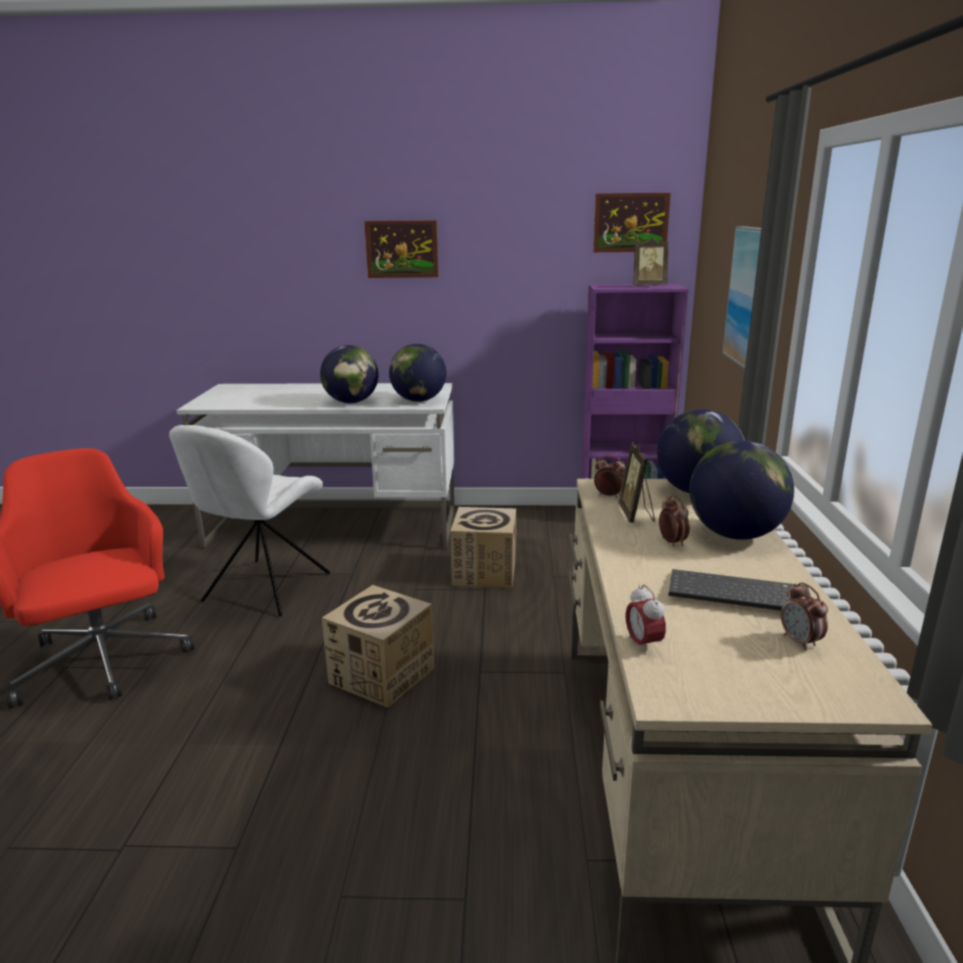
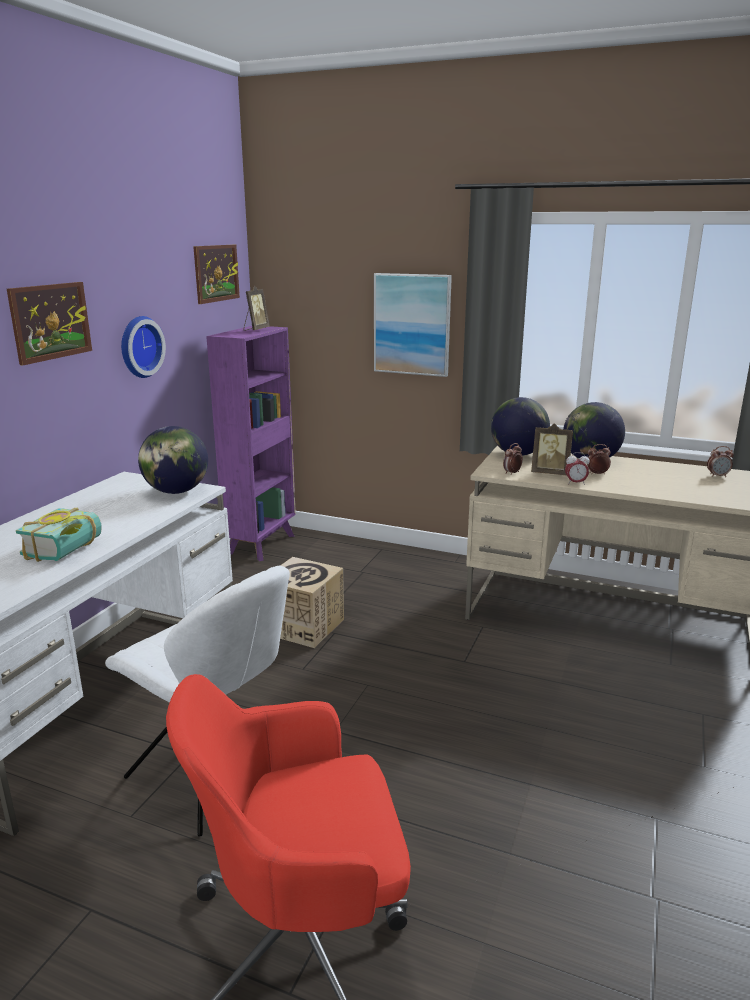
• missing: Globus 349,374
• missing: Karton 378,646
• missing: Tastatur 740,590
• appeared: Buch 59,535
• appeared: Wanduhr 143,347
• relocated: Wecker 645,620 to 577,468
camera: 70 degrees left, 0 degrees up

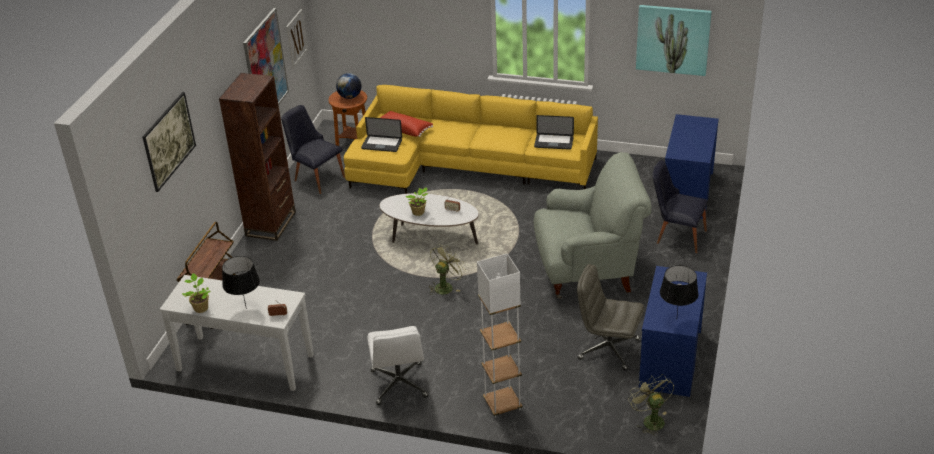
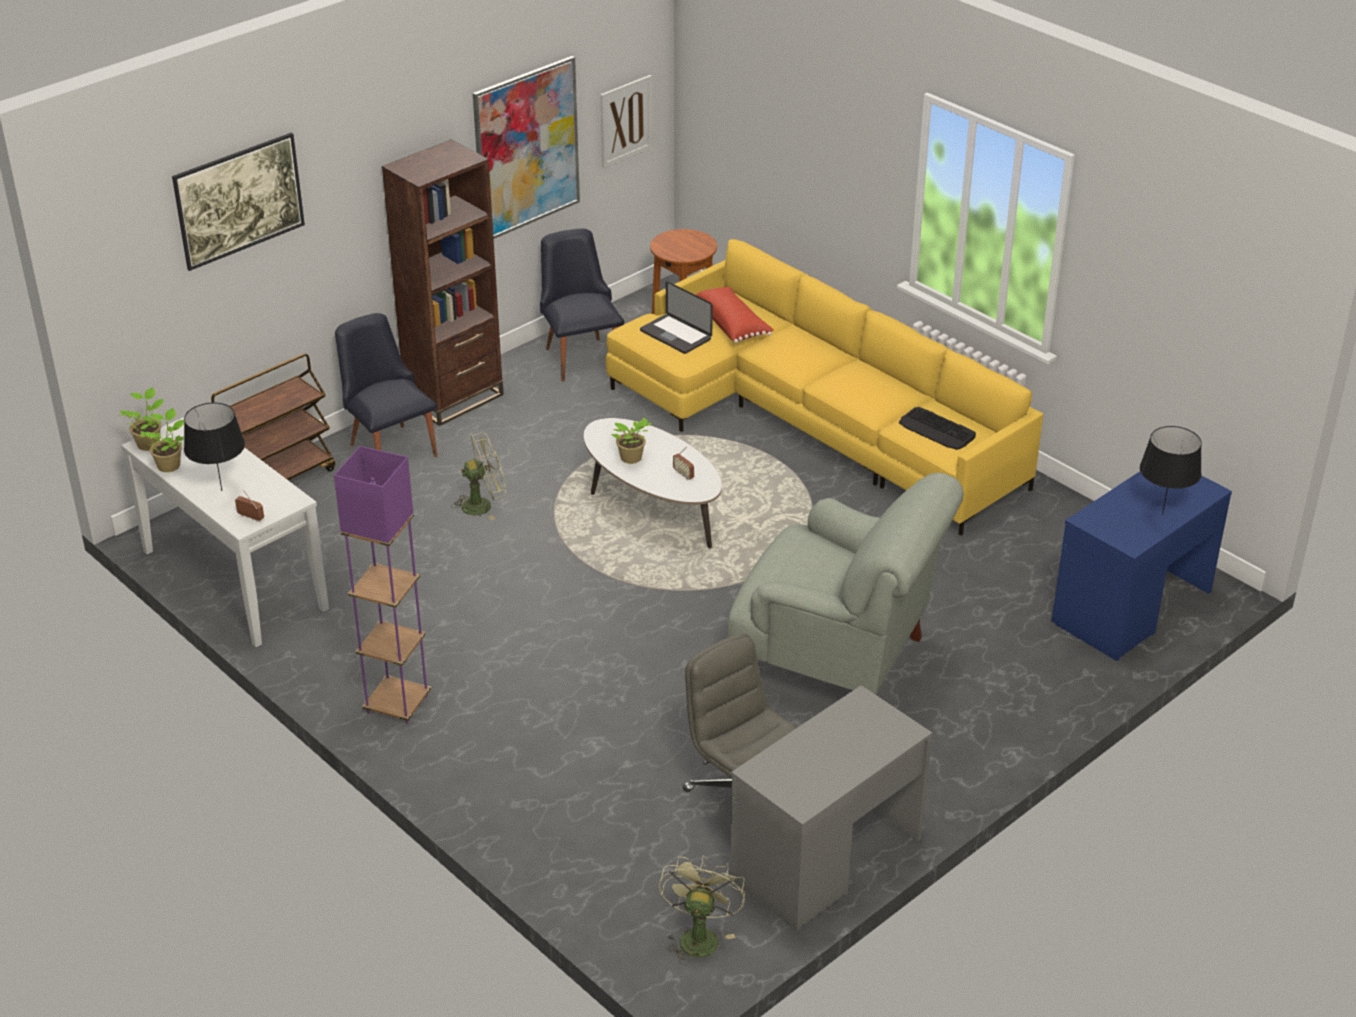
• missing: Globus 348,86
• missing: Stehlampe/weiß 500,336
• missing: Bild 674,40
• appeared: Topfpflanze 141,419
• relocated: Ventilator/grün 448,269 to 478,476
• relocated: Stuhl/schwarz 680,206 to 386,385
• relocated: Tischlampe/schwarz 679,289 to 1171,470
• exchanged: Bürostuhl/weiß 397,365 to Stehlampe/lila 382,585
• exchanged: Laptop 554,132 to Tastatur 937,428
• colour: Schreibtisch/blau 673,331 to Schreibtisch/grau 831,808
camera: 30 degrees right, 0 degrees up

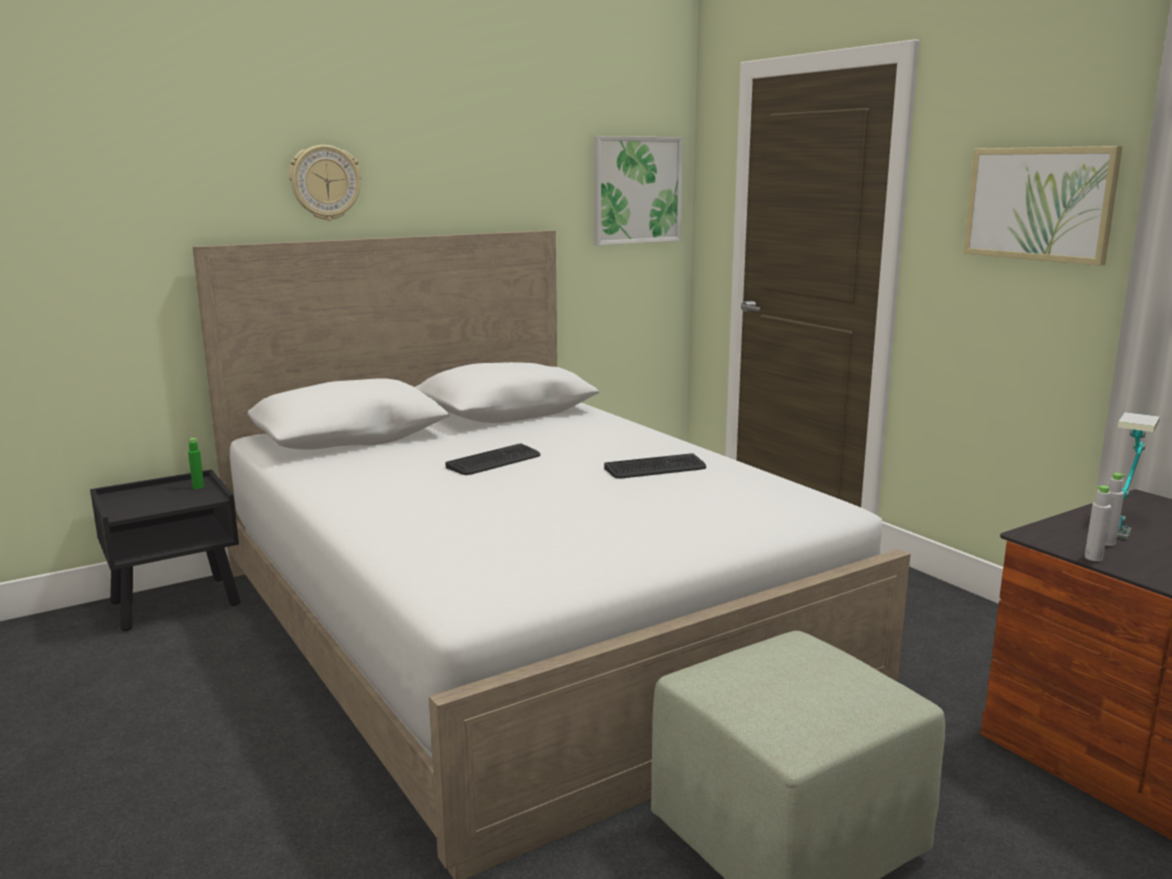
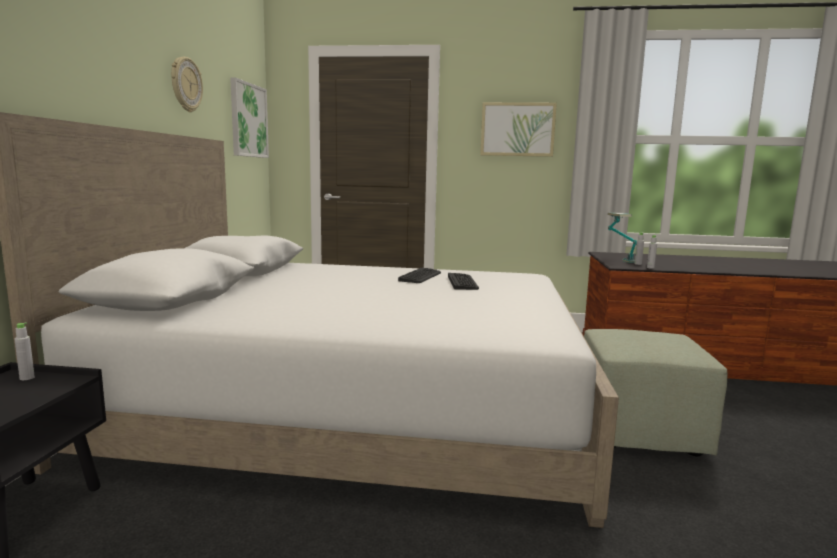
• relocated: Wanduhr 325,183 to 187,84
• relocated: Tastatur 492,459 to 463,281
• colour: Flasche/grün 196,463 to Flasche/grau 24,351
camera: 50 degrees left, 5 degrees down

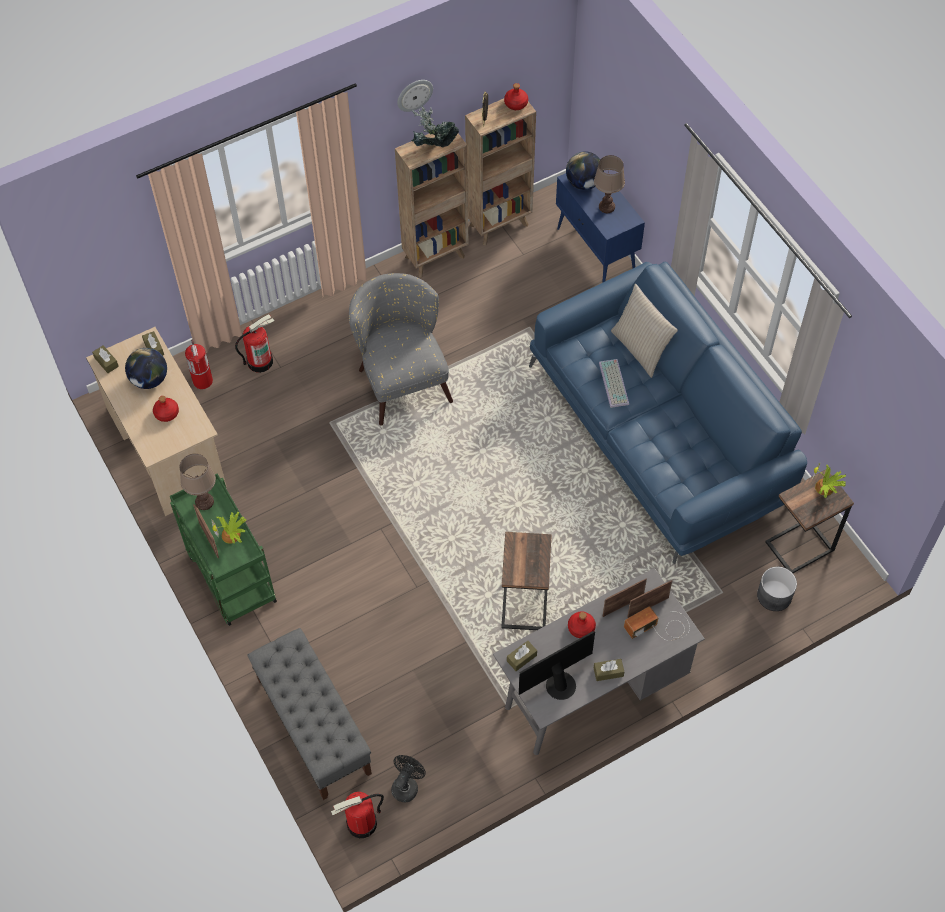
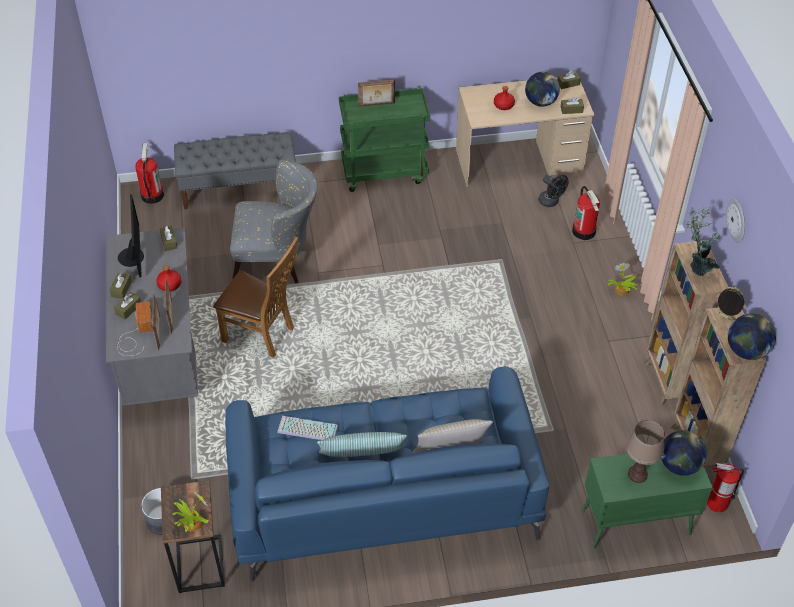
• missing: Tischlampe/braun 198,482
• appeared: Taschentuchbox/braun 127,306
• appeared: Kissen 362,444
• relocated: Feuerlöscher 199,364 to 725,488
• relocated: Topfpflanze 228,527 to 623,278
• relocated: Sessel/grau 401,349 to 274,221
• relocated: Ventilator/schwarz 408,778 to 553,191
• relocated: Tastatur 614,383 to 307,428
• exchanged: Beistelltisch 526,581 to Stuhl/braun 255,297
• exchanged: Flasche/rot 516,96 to Globus 752,337
• colour: Schrank/blau 600,227 to Schrank/grün 647,501
camera: 110 degrees right, 10 degrees down

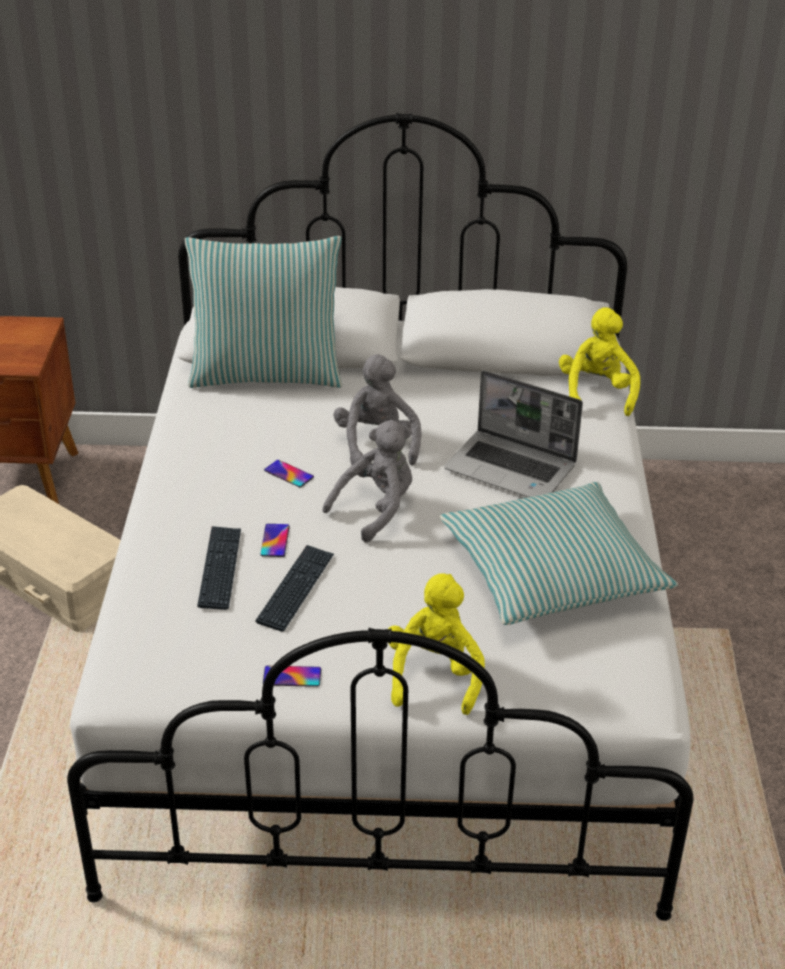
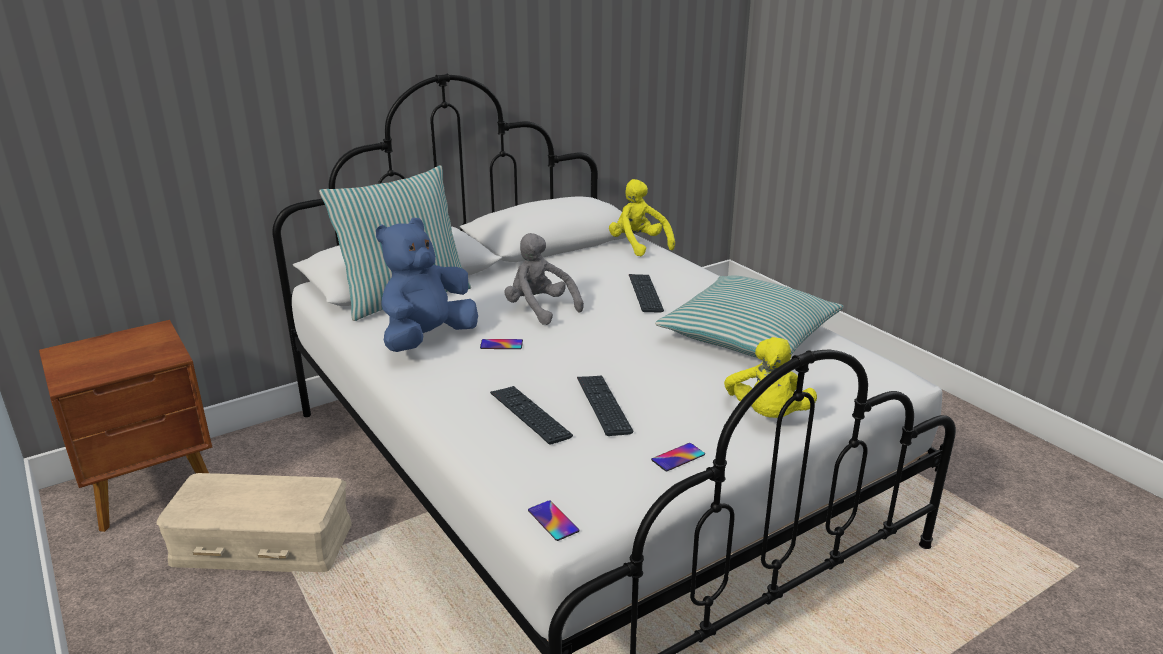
• missing: Plüschtier/grau 367,481
• appeared: Plüschtier/blau 427,285
• relocated: Handy 274,540 to 554,520
• exchanged: Laptop 513,433 to Tastatur 646,293
• spun: Plüschtier/gelb 436,644 = 770,377 150 degrees counterclockwise
camera: 35 degrees left, 10 degrees down

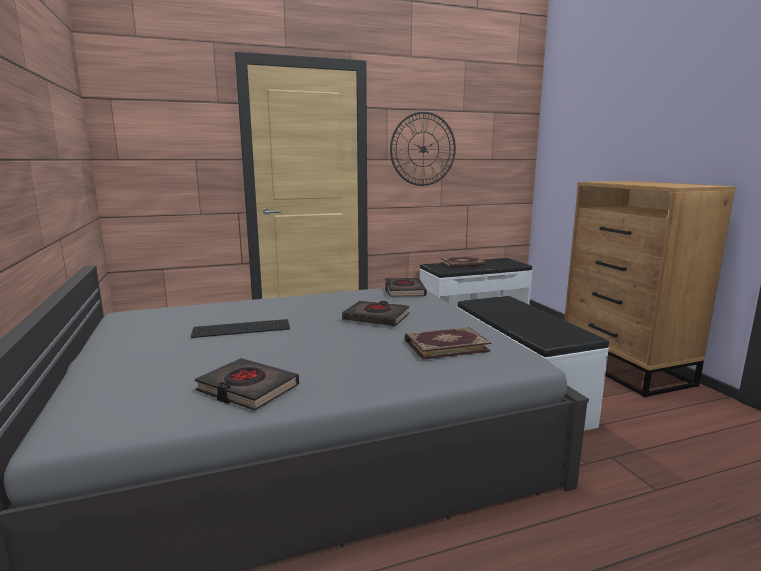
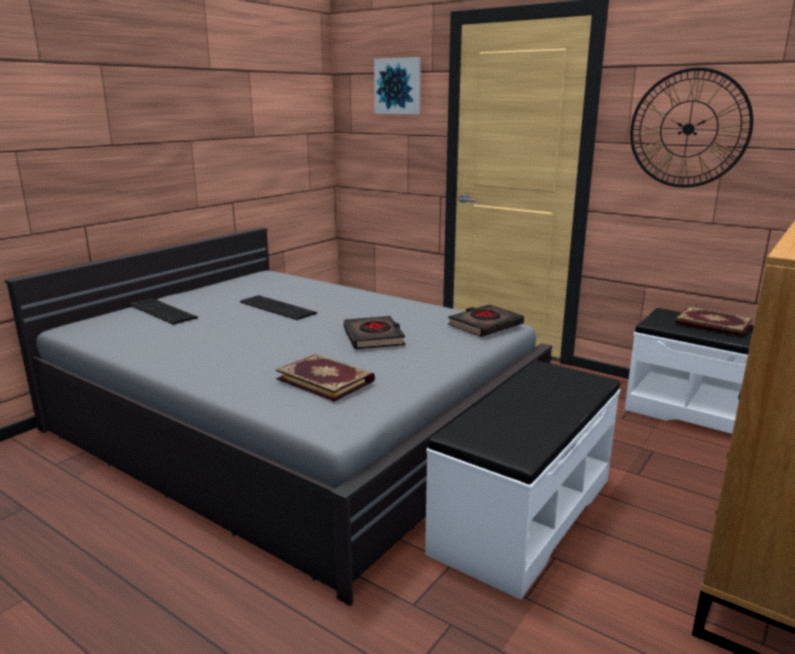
• missing: Buch/schwarz 247,384
• appeared: Tastatur 163,311
• appeared: Bild 397,85
camera: 55 degrees right, 5 degrees up

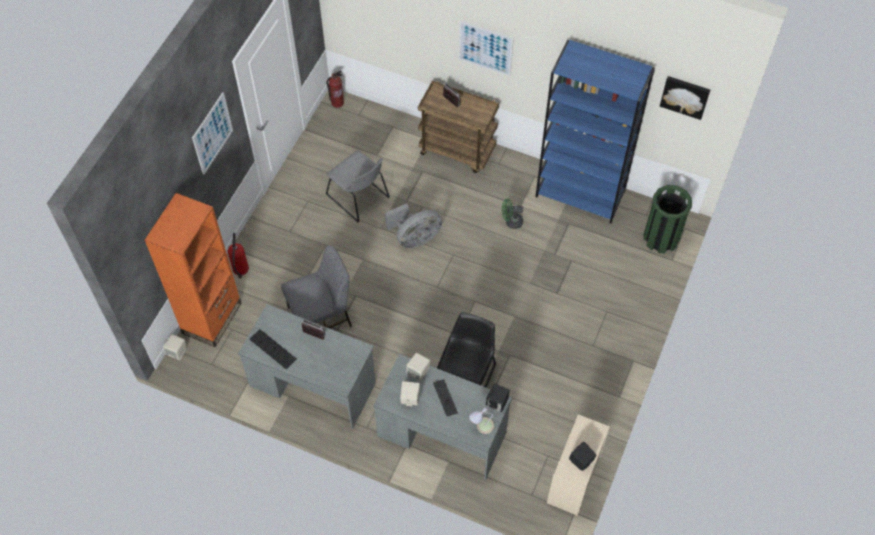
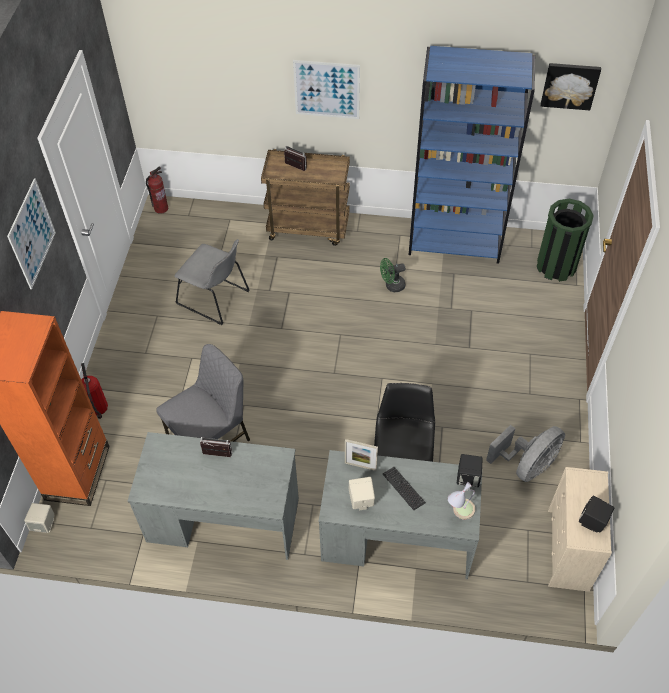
• missing: Tastatur 273,349
• relocated: Ventilator/grau 413,225 to 525,453
• exchanged: Lautsprecher/beige 418,367 to Bilderrahmen 361,455
camera: 15 degrees left, 5 degrees down

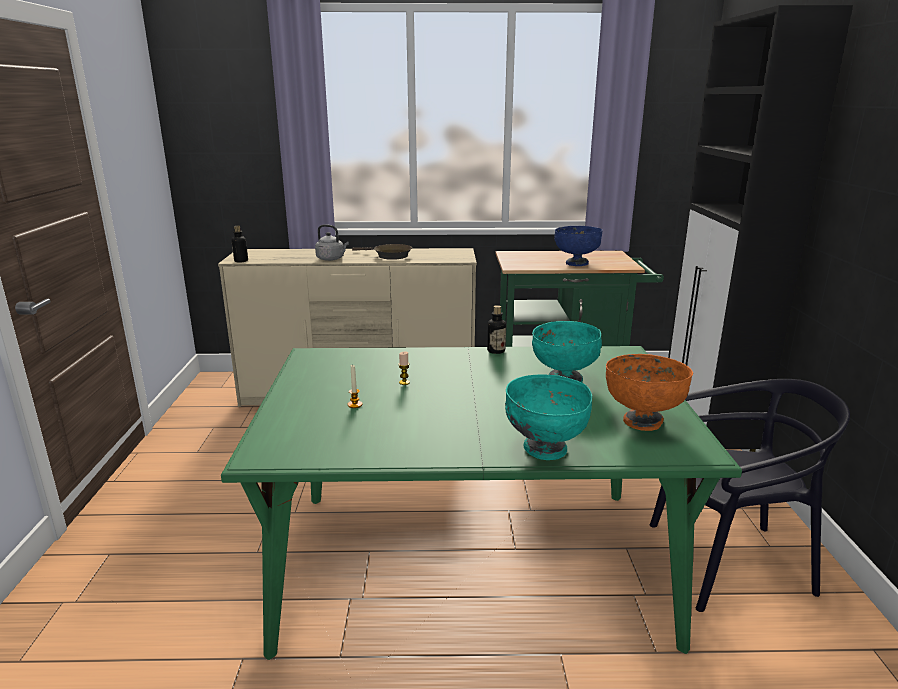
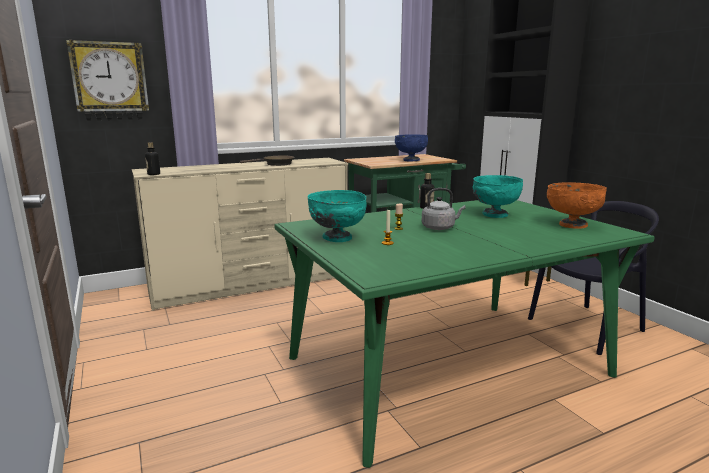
• appeared: Wanduhr 107,80
• relocated: Wasserkessel/grau 332,242 to 444,209
• relocated: Schüssel/türkis 548,417 to 337,216
camera: 25 degrees left, 5 degrees down

